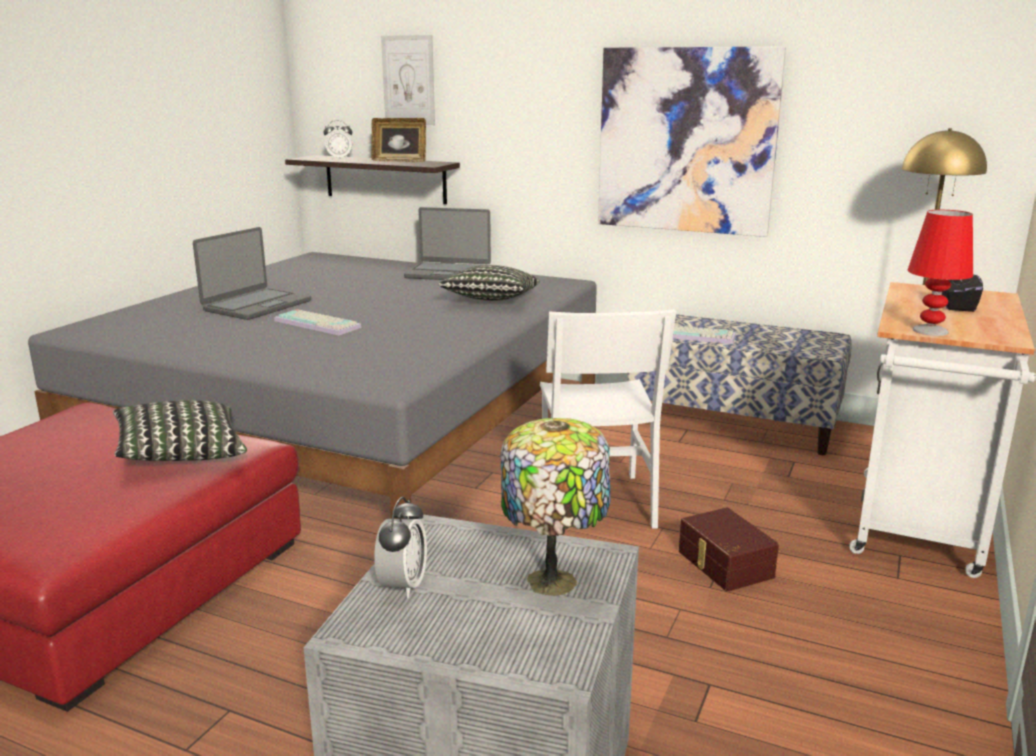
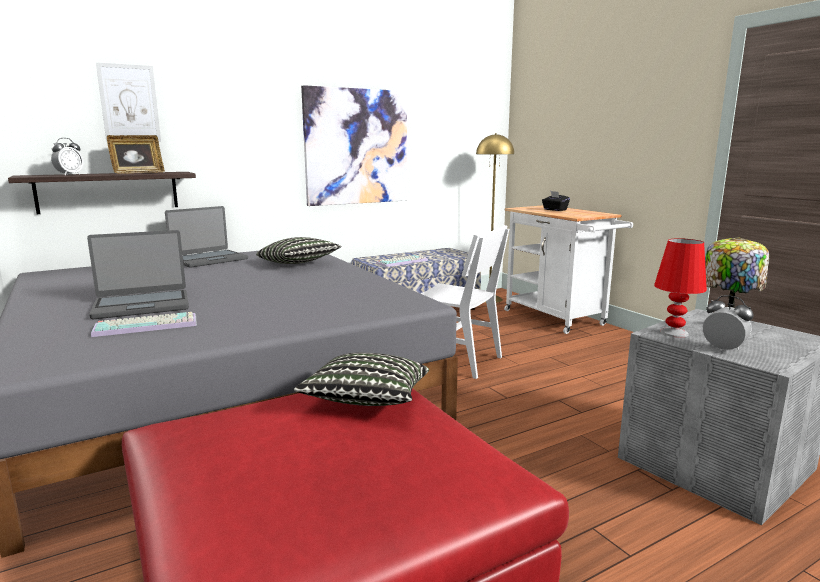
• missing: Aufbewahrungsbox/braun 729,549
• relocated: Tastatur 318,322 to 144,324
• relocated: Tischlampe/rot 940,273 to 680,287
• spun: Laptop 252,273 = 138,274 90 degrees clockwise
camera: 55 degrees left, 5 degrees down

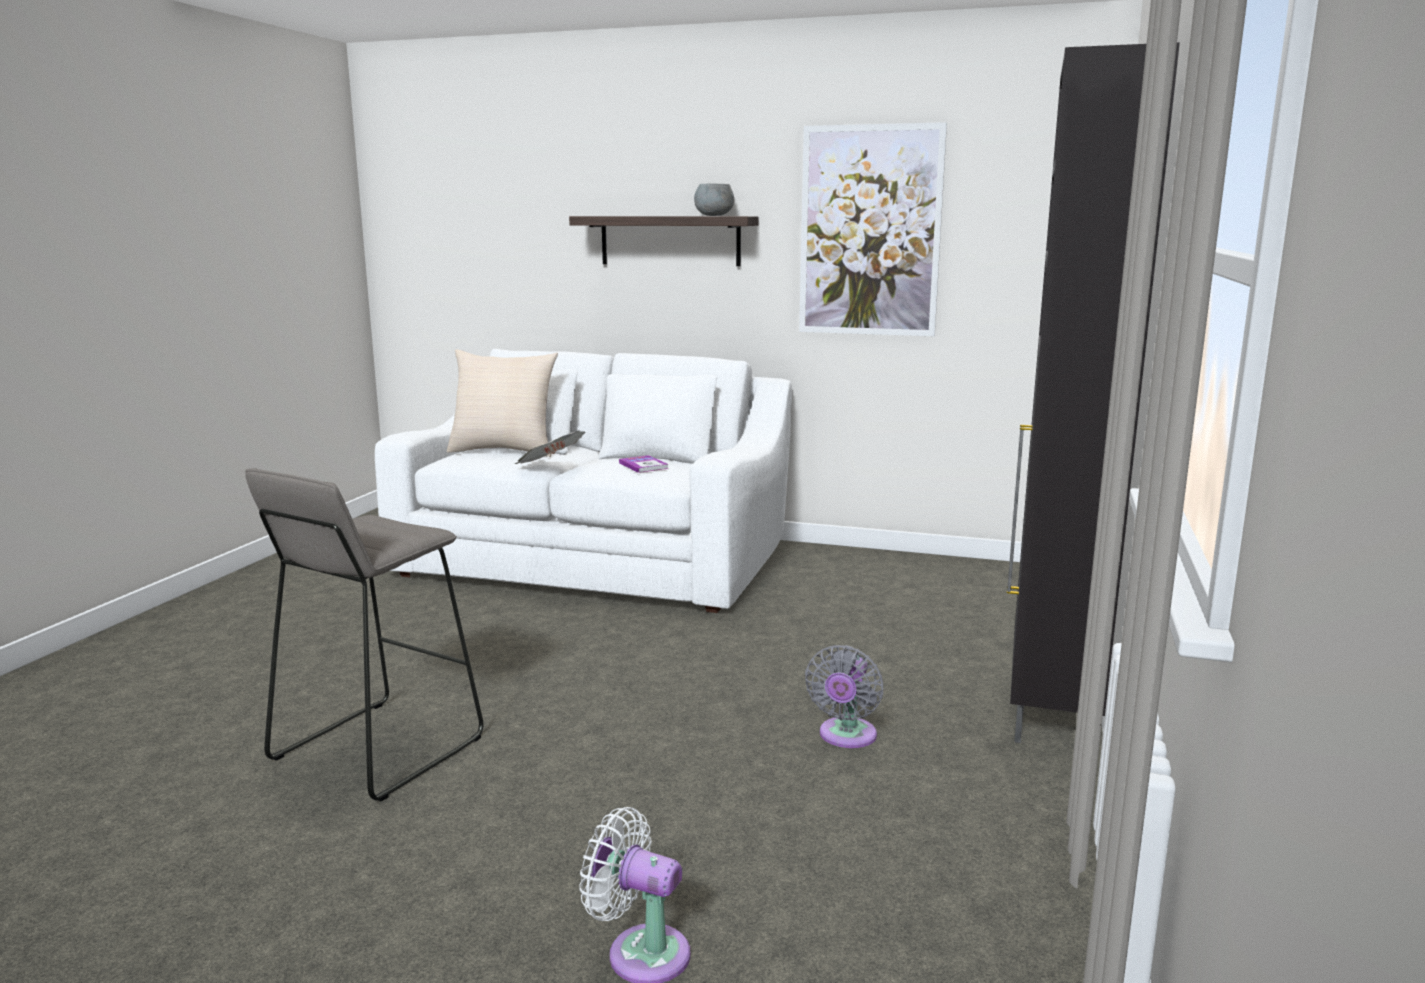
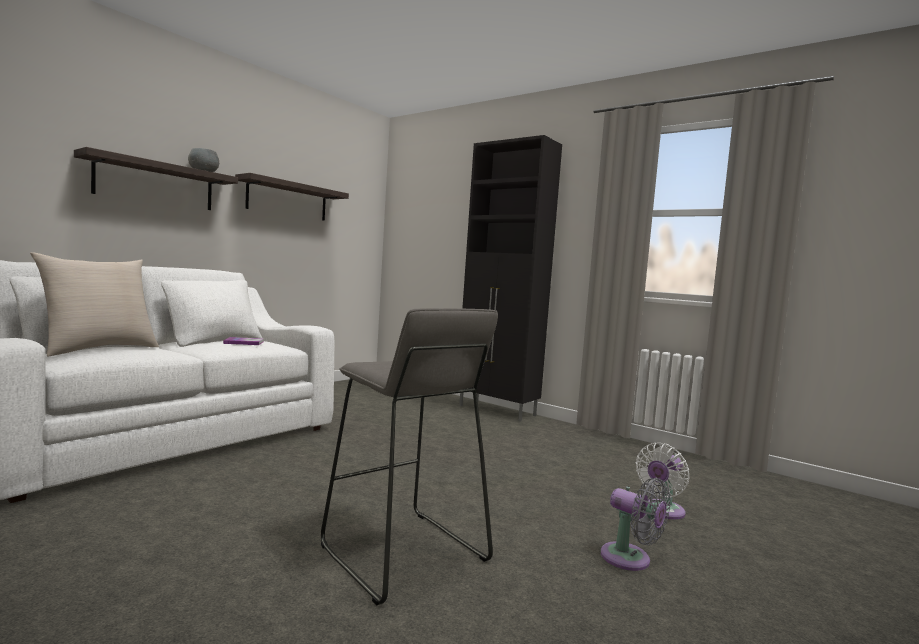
• missing: Zeitung 550,447
• relocated: Ventilator/grau 844,696 to 636,524
• exchanged: Bild 873,229 to Wandregal 292,197
camera: 70 degrees left, 10 degrees down

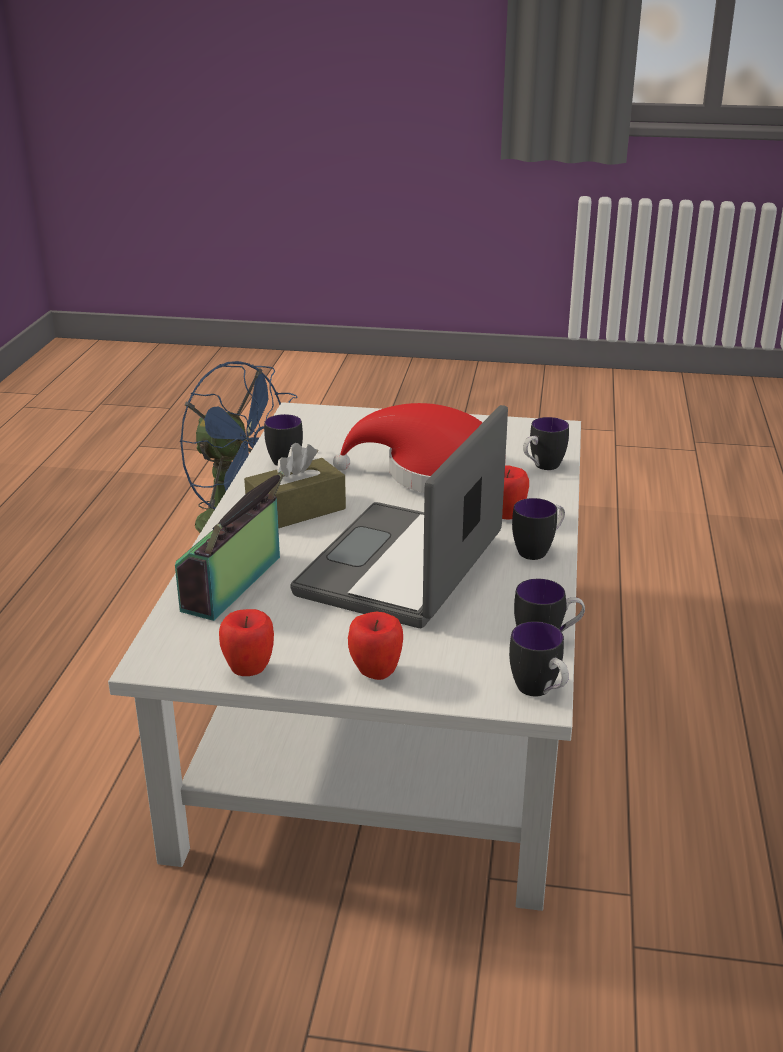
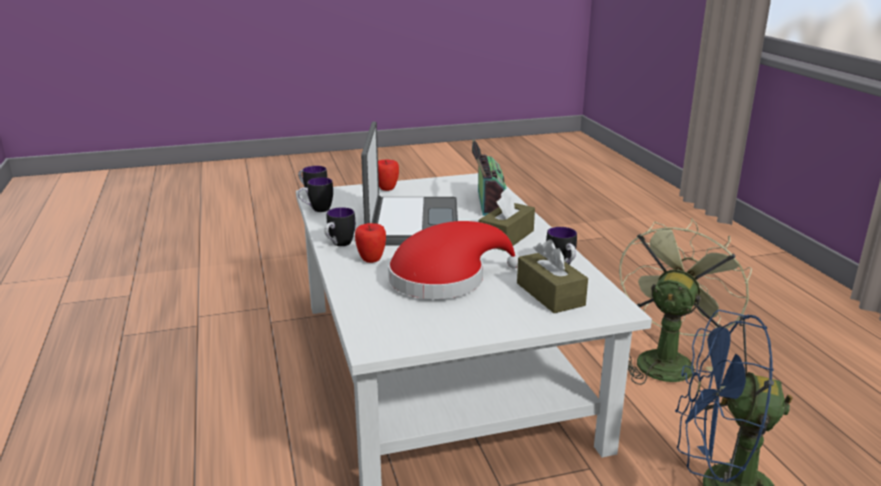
• missing: Apfel 246,642
• missing: Henkelbecher 546,443
• appeared: Taschentuchbox/braun 552,276
• appeared: Ventilator/grün 685,302
camera: 155 degrees right, 5 degrees down

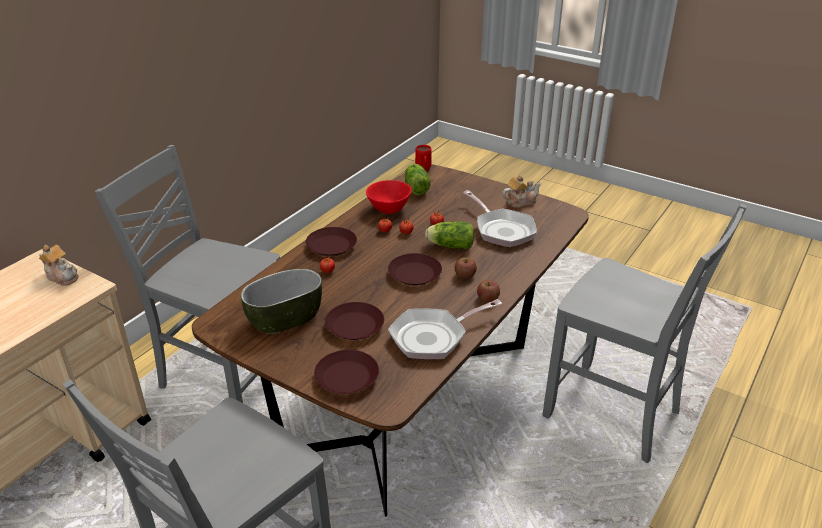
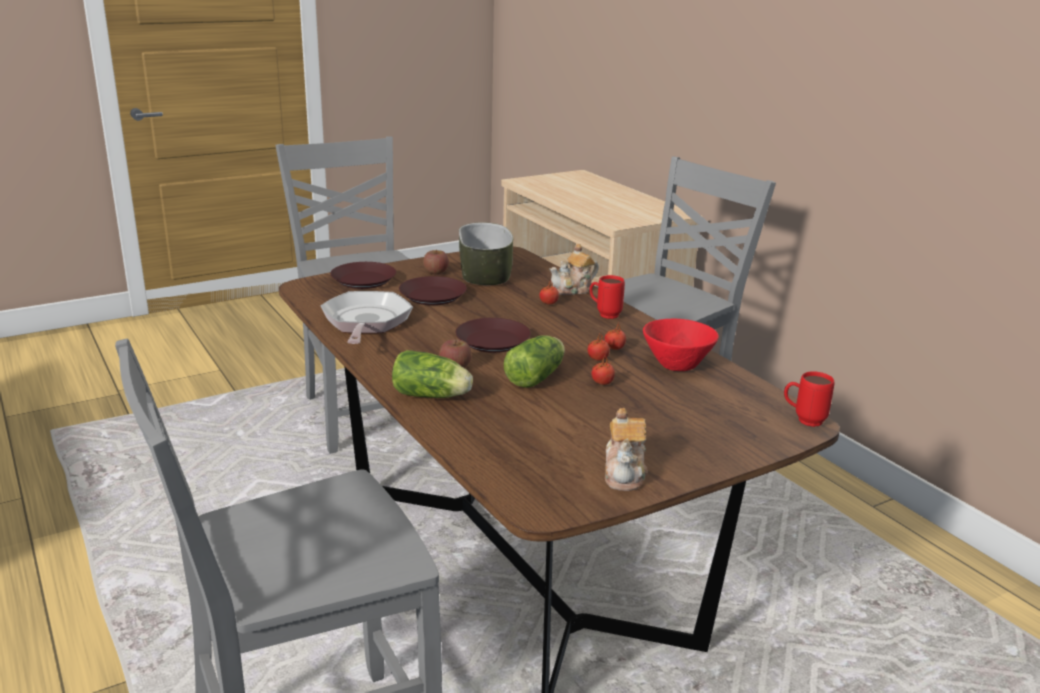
• missing: Pfanne 500,219
• relocated: Teekanne 58,265 to 574,269
• relocated: Salatkopf 418,179 to 432,374
• relocated: Apfel 488,291 to 436,262
• exchanged: Teller/braun 331,241 to Henkelbecher/rot 607,297
camera: 115 degrees right, 10 degrees down

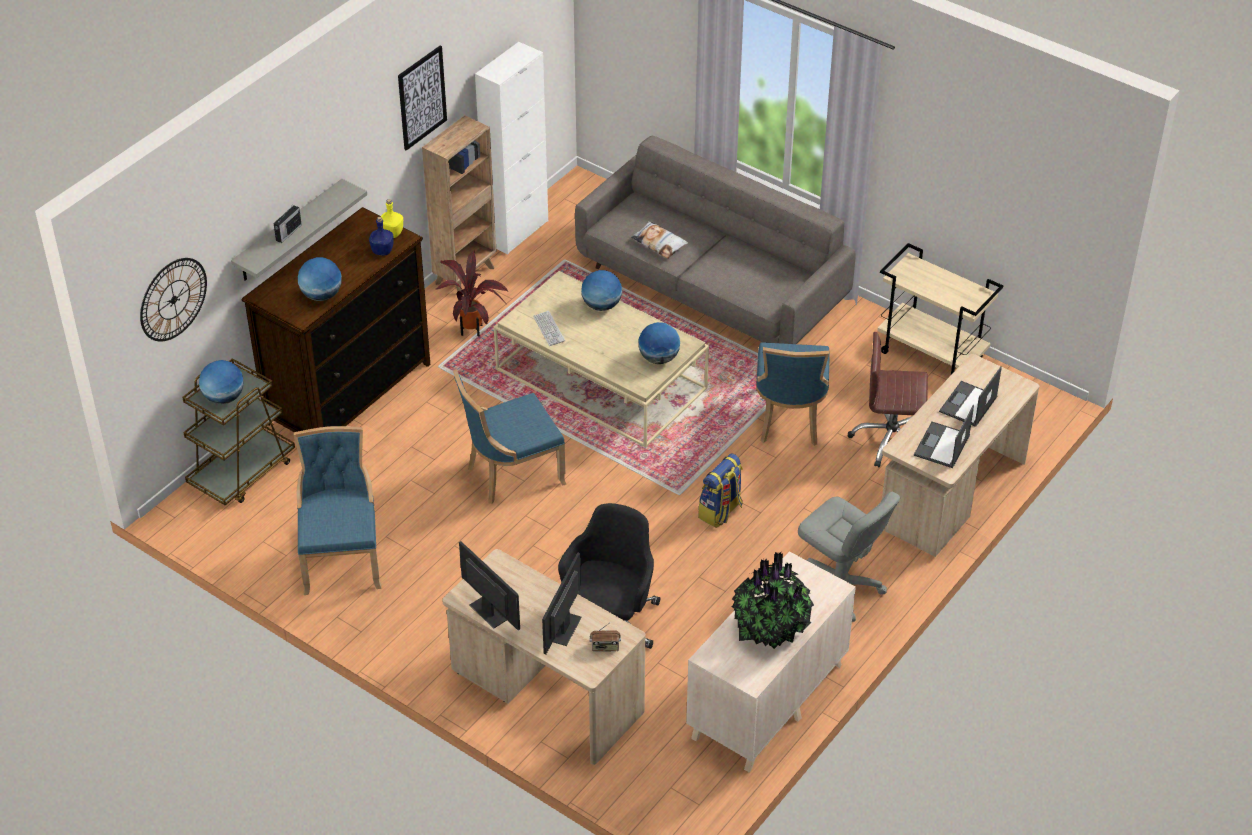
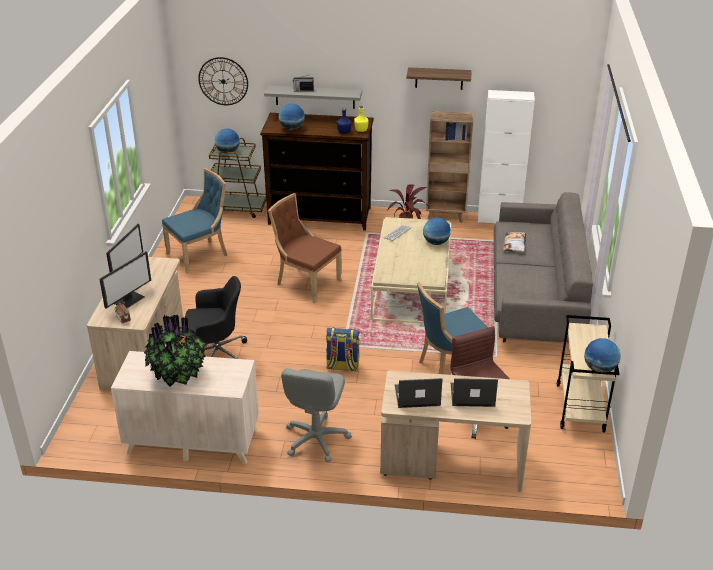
• relocated: Globus 659,343 to 602,355
• exchanged: Bild 422,98 to Wandregal 439,78
• colour: Stuhl/blau 509,437 to Stuhl/braun 305,248
• spun: Monitor 561,603 = 125,280 135 degrees clockwise
camera: 60 degrees right, 10 degrees down

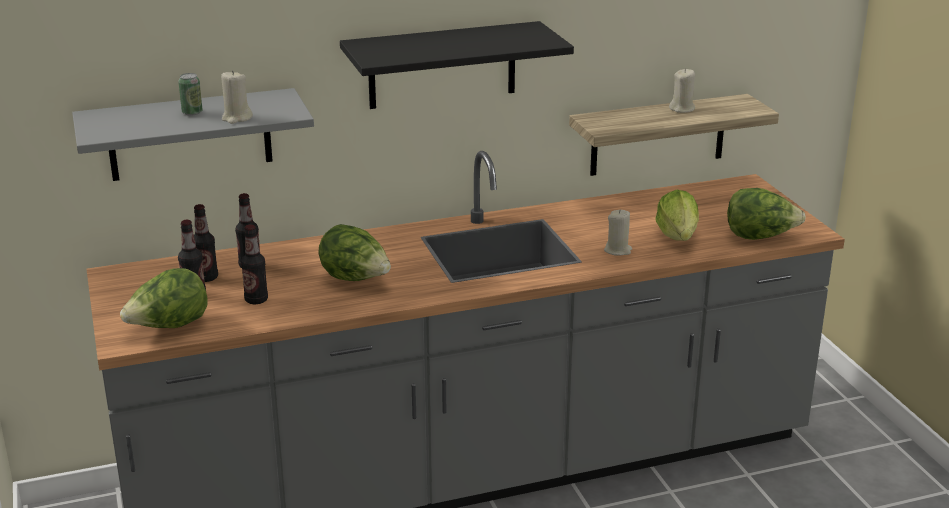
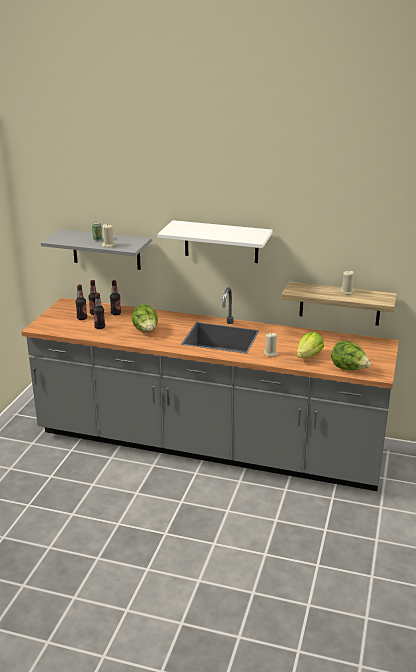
• missing: Salatkopf 163,298
• colour: Wandregal/schwarz 457,65 to Wandregal/weiß 215,241
camera: 35 degrees right, 0 degrees up

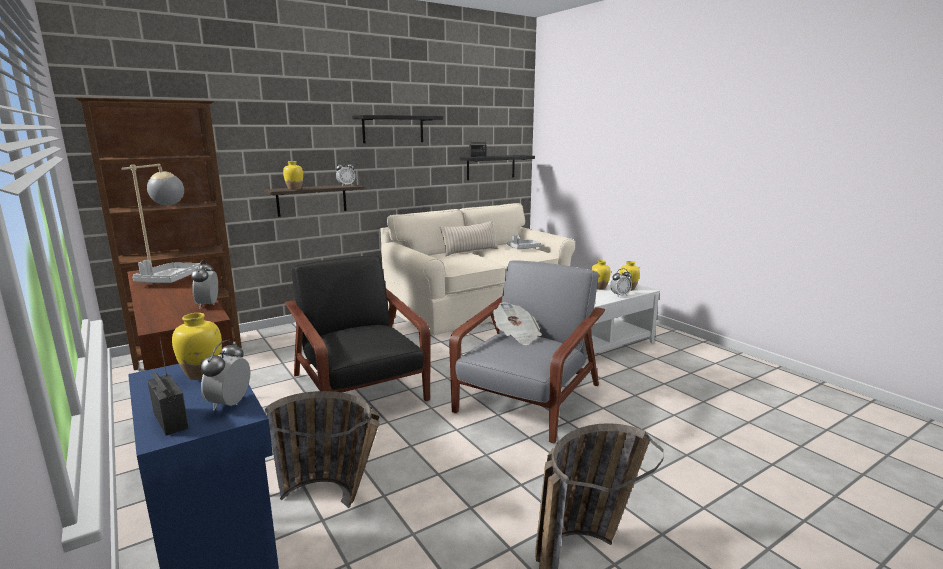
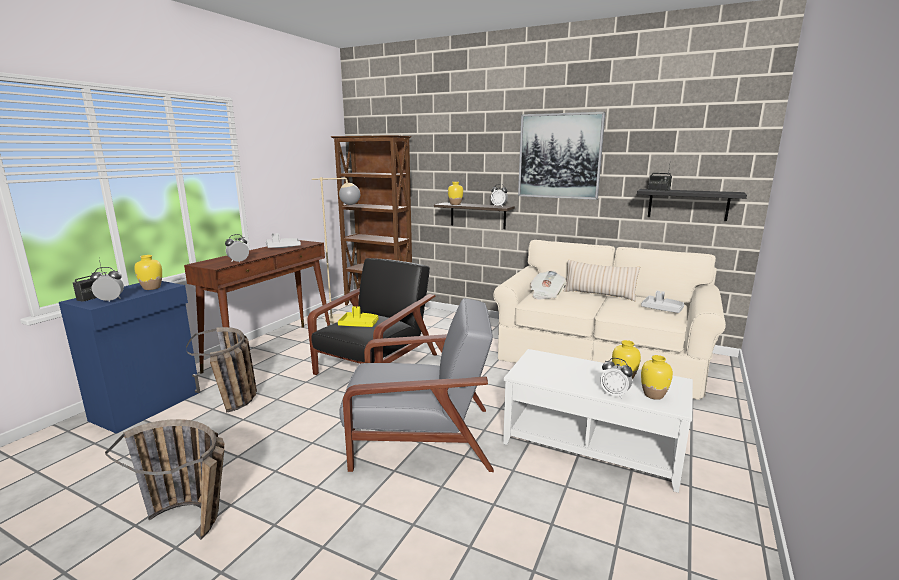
• appeared: Tablett/gelb 358,316
• relocated: Zeitung 517,323 to 548,285
• exchanged: Wandregal/schwarz 397,129 to Bild 562,156
camera: 60 degrees right, 0 degrees up

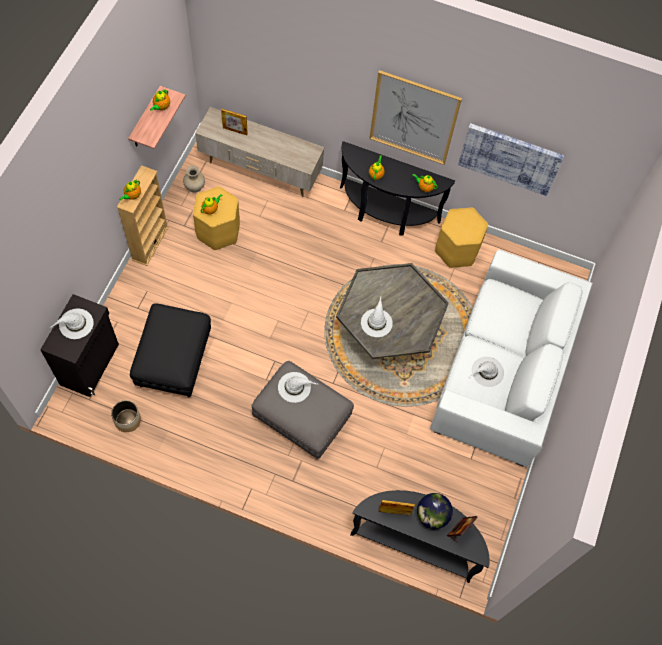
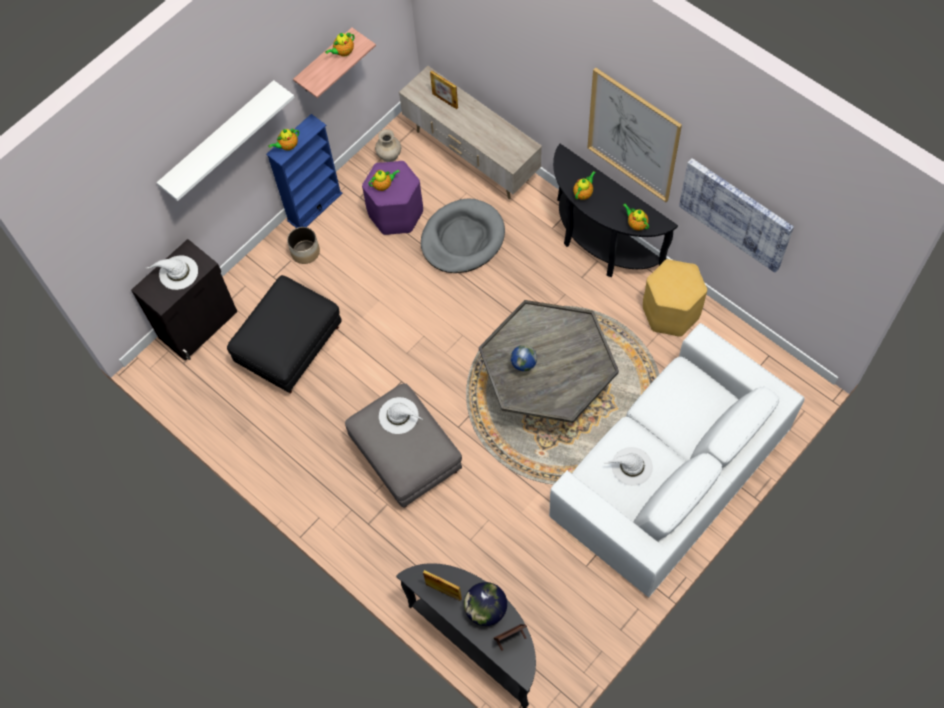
• appeared: Wandregal/weiß 226,140
• appeared: Hundebett/grau 463,236
• relocated: Pflanzkübel 126,416 to 303,245
• exchanged: Hut/weiß 377,317 to Globus 524,358
• colour: Bücherregal/beige 143,215 to Bücherregal/blau 304,171
• colour: Hocker/gelb 216,218 to Hocker/lila 392,198
camera: 30 degrees right, 0 degrees up

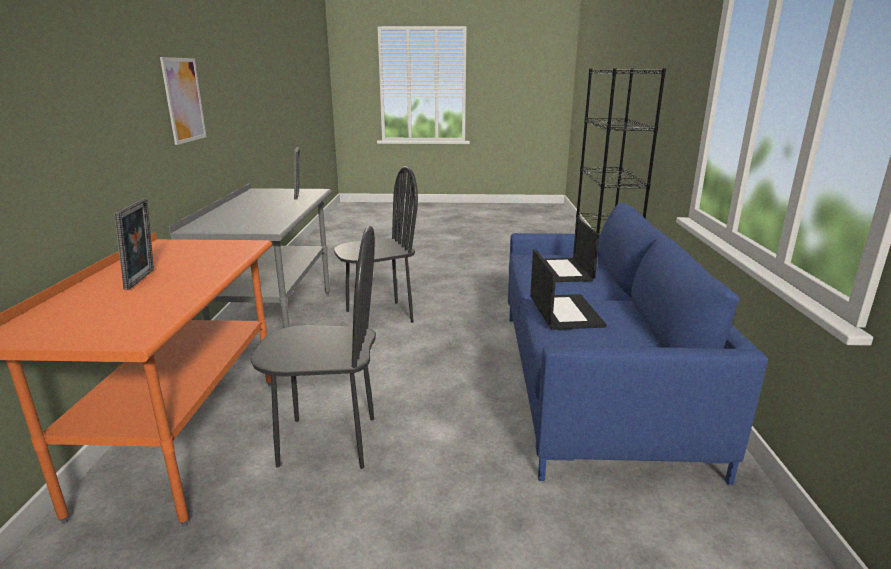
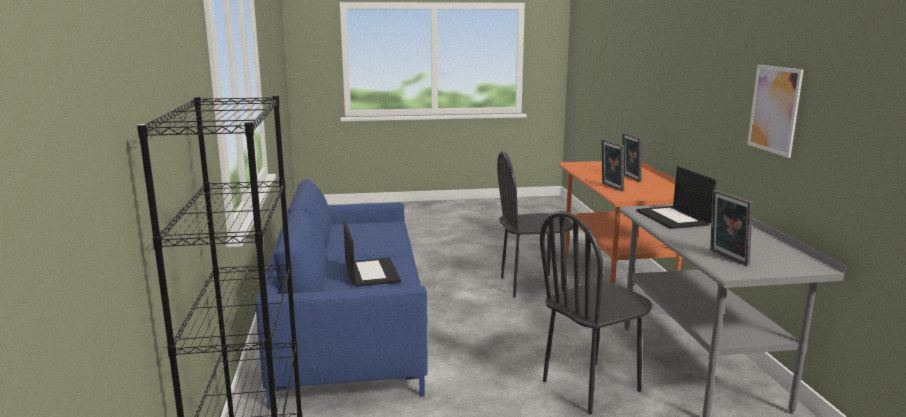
• appeared: Bilderrahmen 612,165
• relocated: Laptop 568,289 to 676,197
camera: 170 degrees right, 5 degrees down

